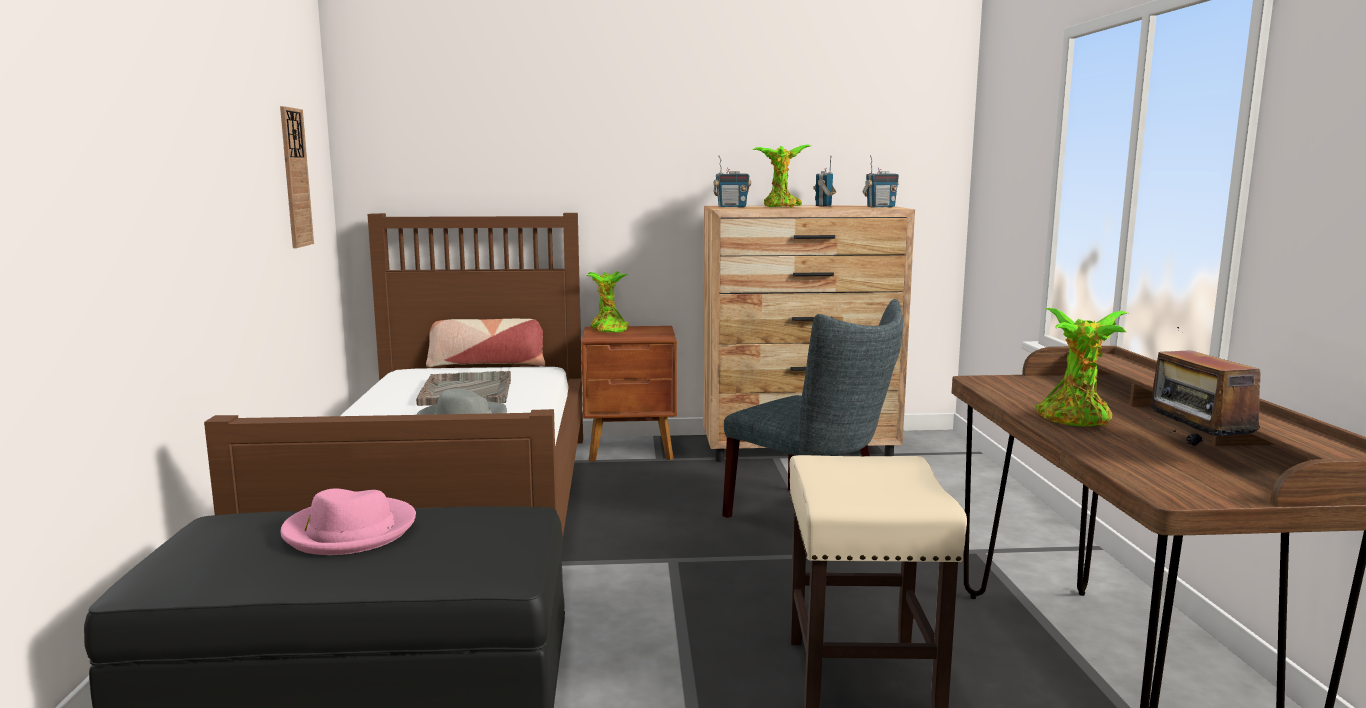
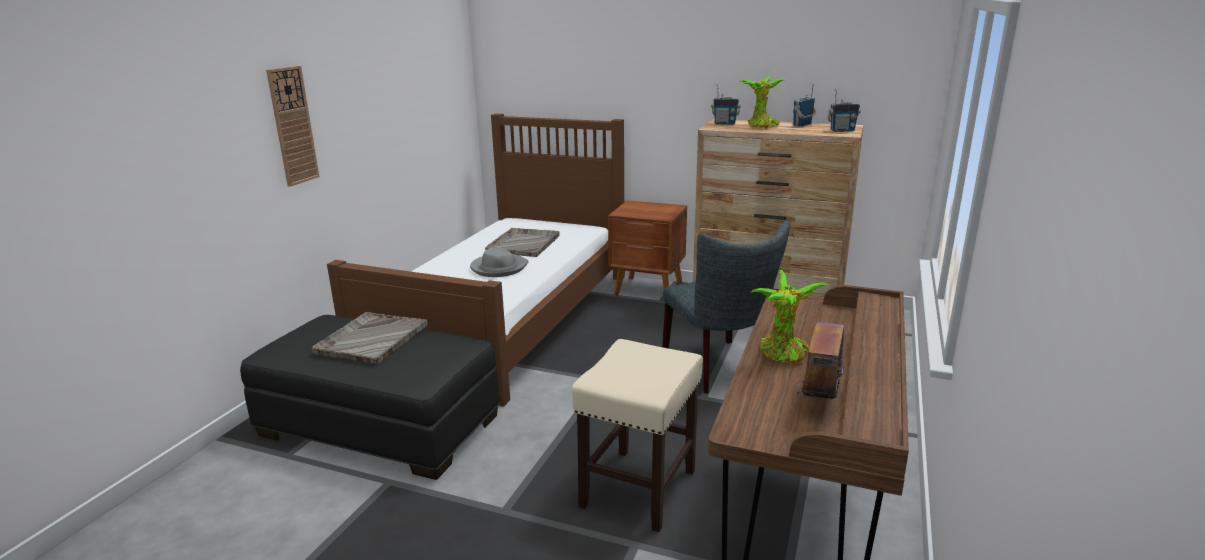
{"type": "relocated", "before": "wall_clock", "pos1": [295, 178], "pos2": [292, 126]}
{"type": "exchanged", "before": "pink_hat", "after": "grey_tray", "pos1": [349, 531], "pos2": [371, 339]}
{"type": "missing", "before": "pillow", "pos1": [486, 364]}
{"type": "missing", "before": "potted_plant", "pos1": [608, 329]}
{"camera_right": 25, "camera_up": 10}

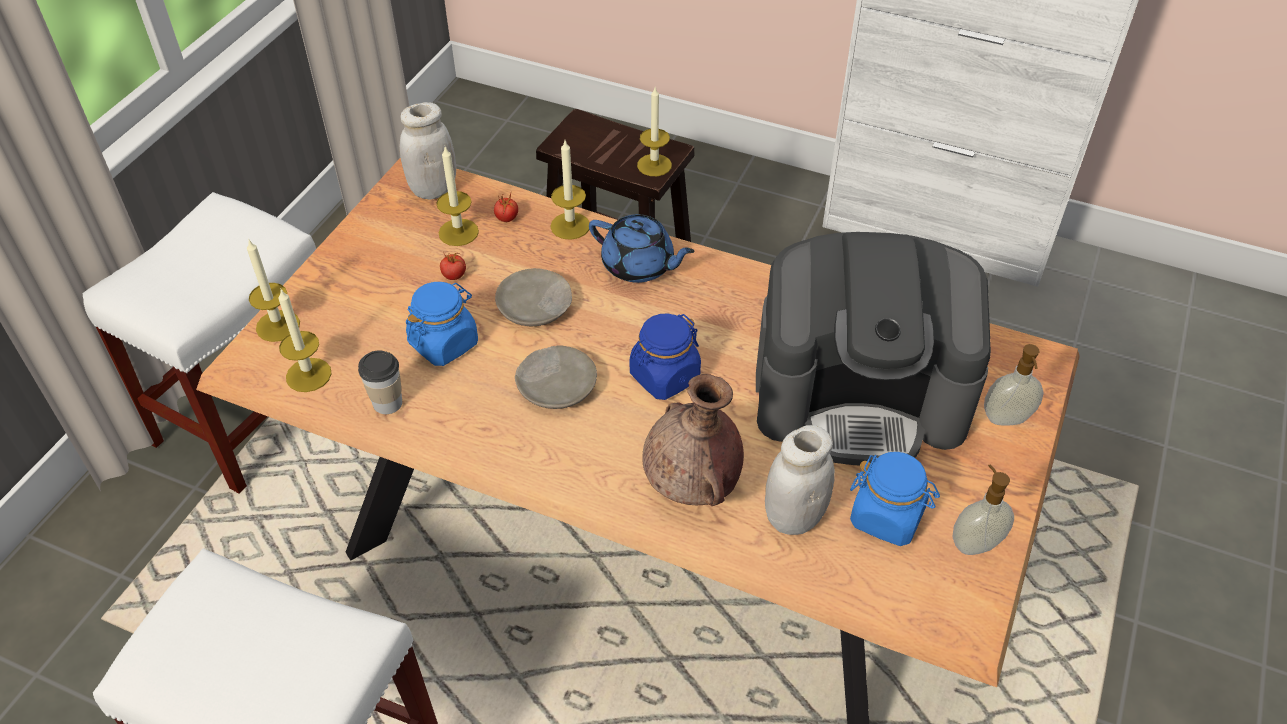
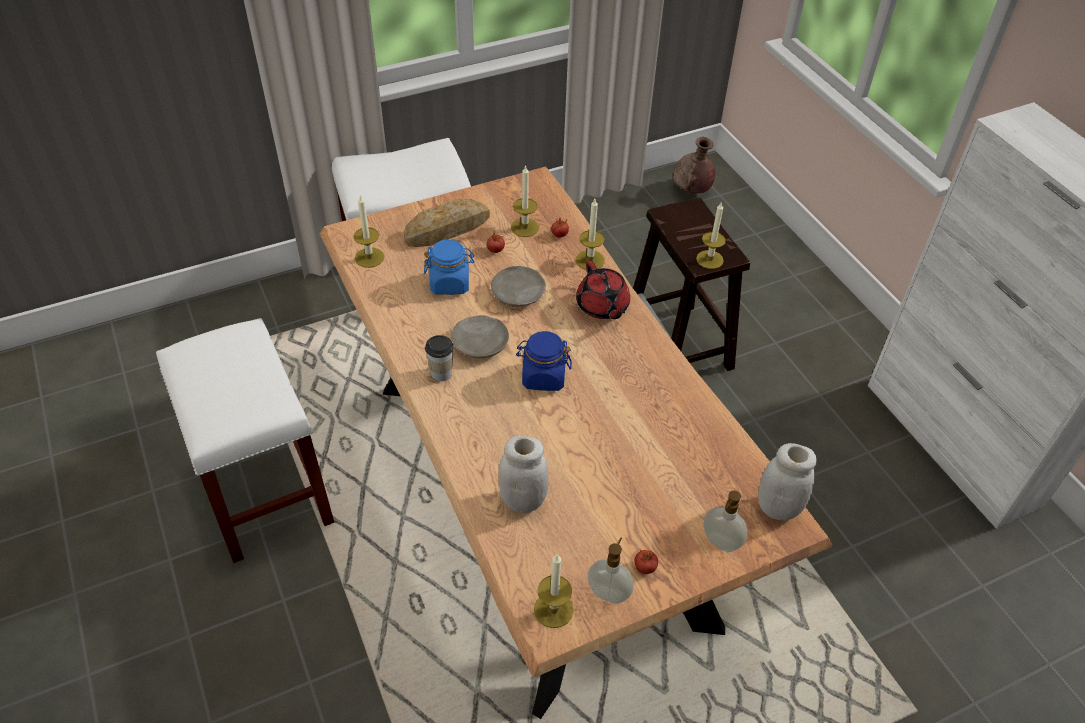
{"type": "relocated", "before": "candle", "pos1": [278, 326], "pos2": [553, 609]}
{"type": "relocated", "before": "cup", "pos1": [387, 403], "pos2": [441, 373]}
{"type": "relocated", "before": "white_jar", "pos1": [433, 189], "pos2": [778, 508]}
{"type": "colour", "before": "blue_teapot", "after": "red_teapot", "pos1": [639, 266], "pos2": [602, 307]}
{"type": "relocated", "before": "brown_vase", "pos1": [692, 486], "pos2": [691, 191]}
{"type": "missing", "before": "coffee_machine", "pos1": [860, 395]}
{"type": "missing", "before": "blue_jar", "pos1": [887, 517]}
{"type": "appeared", "after": "bread", "pos2": [447, 229]}
{"type": "appeared", "after": "tomato", "pos2": [645, 567]}
{"camera_right": 40, "camera_up": 0}

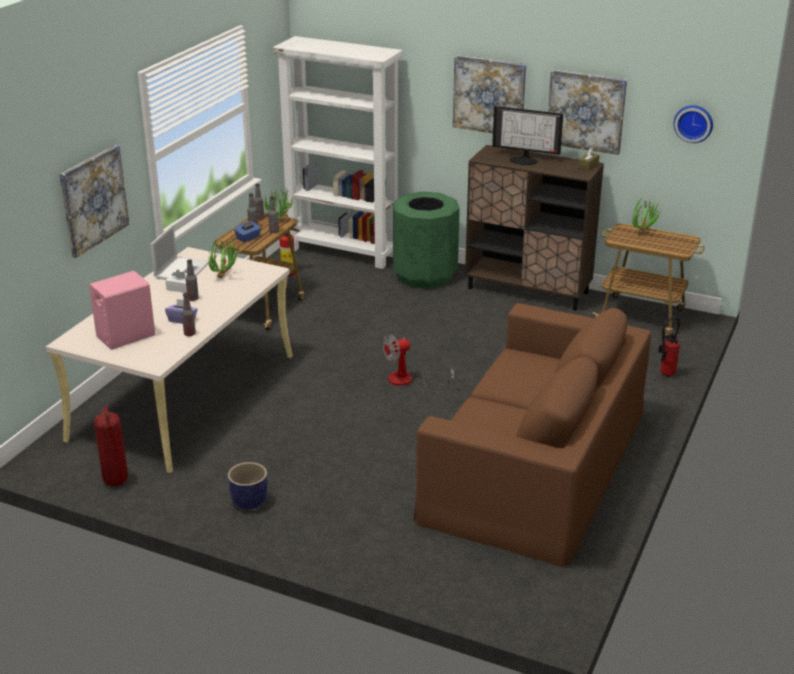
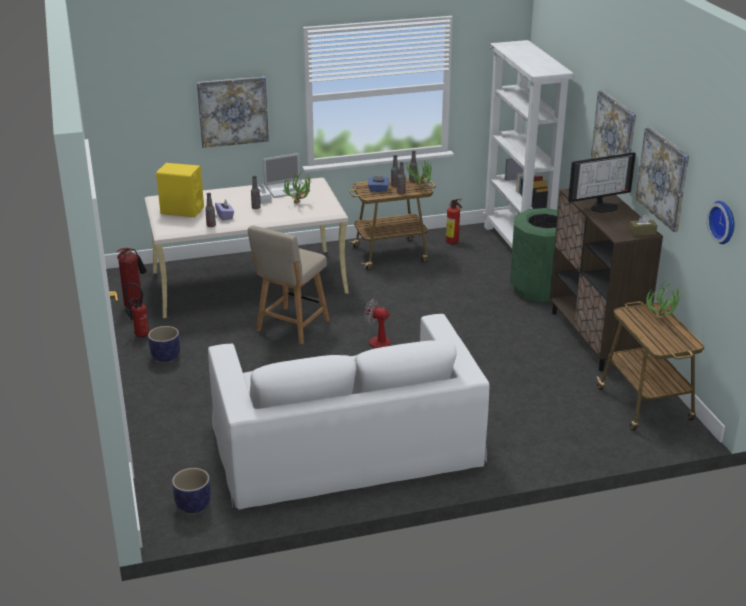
{"type": "colour", "before": "pink_speaker", "after": "yellow_speaker", "pos1": [125, 336], "pos2": [182, 210]}
{"type": "colour", "before": "brown_sofa", "after": "white_sofa", "pos1": [536, 465], "pos2": [346, 445]}
{"type": "spun", "before": "monitor", "pos1": [524, 160], "pos2": [603, 206], "turn": -90}
{"type": "relocated", "before": "fire_extinguisher", "pos1": [664, 374], "pos2": [140, 334]}
{"type": "appeared", "after": "planter", "pos2": [193, 505]}
{"type": "appeared", "after": "beige_chair", "pos2": [291, 327]}
{"camera_right": 50, "camera_up": 0}

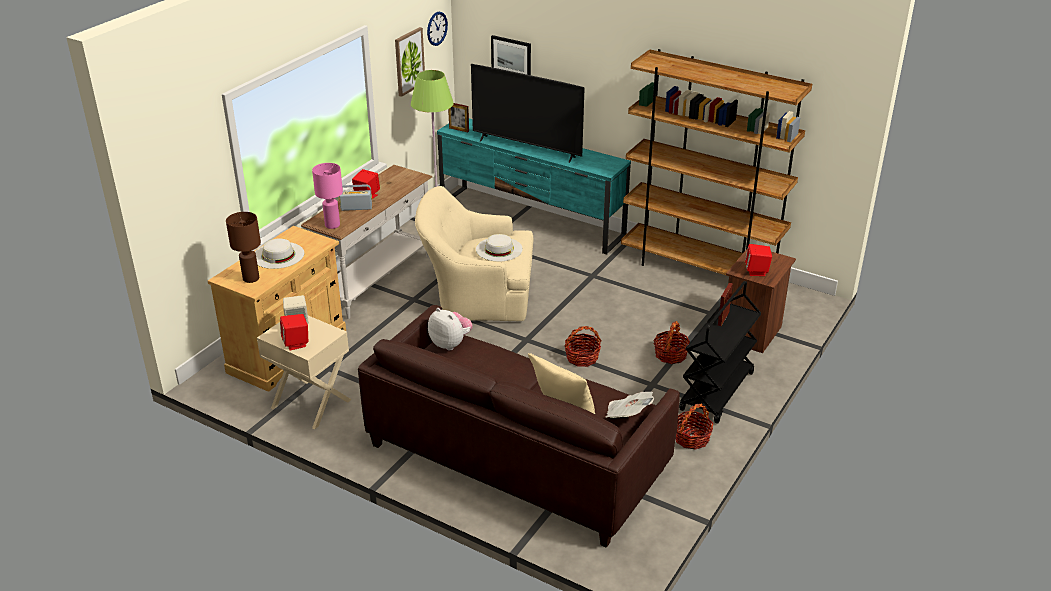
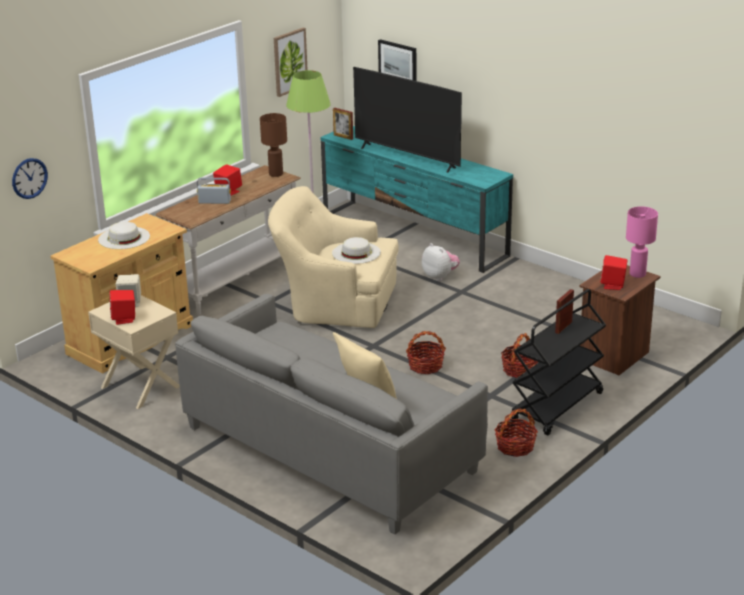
{"type": "relocated", "before": "brown_table_lamp", "pos1": [251, 278], "pos2": [276, 174]}
{"type": "relocated", "before": "pink_table_lamp", "pos1": [332, 225], "pos2": [637, 274]}
{"type": "colour", "before": "brown_sofa", "after": "grey_sofa", "pos1": [516, 456], "pos2": [330, 448]}
{"type": "relocated", "before": "wall_clock", "pos1": [437, 28], "pos2": [29, 178]}
{"type": "relocated", "before": "plush_toy", "pos1": [450, 344], "pos2": [440, 277]}
{"type": "missing", "before": "newspaper", "pos1": [628, 414]}
{"type": "missing", "before": "brown_bookcase", "pos1": [700, 270]}
{"camera_right": 10, "camera_up": -5}

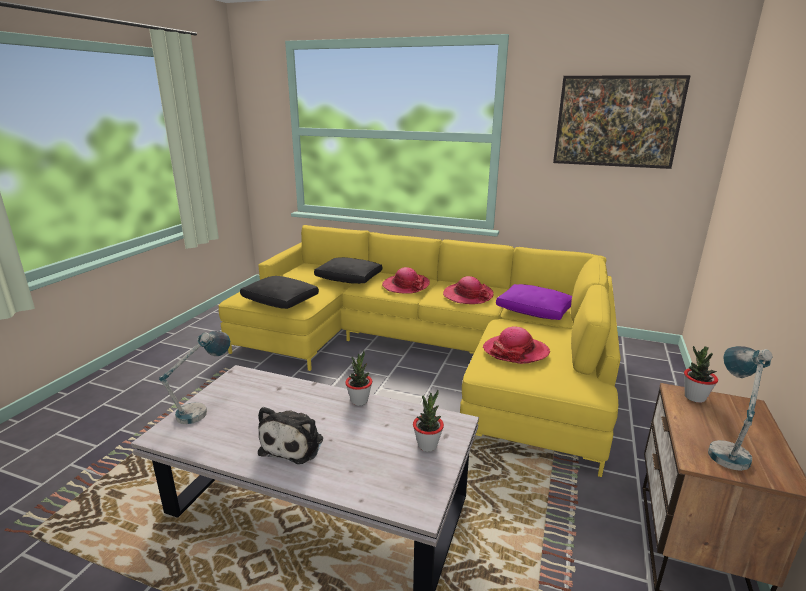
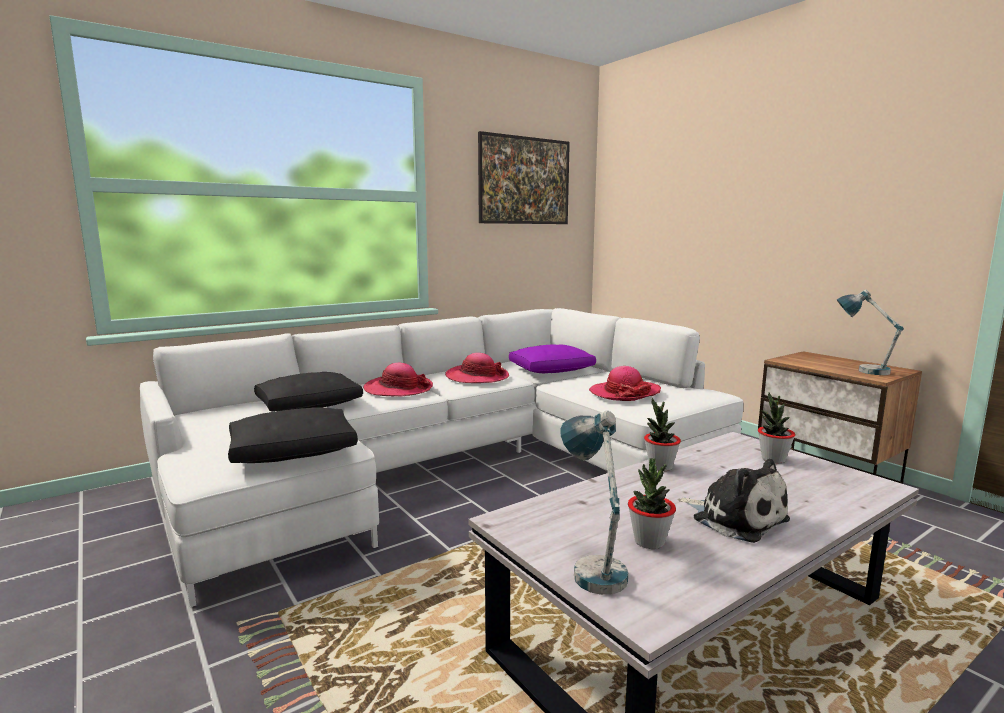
{"type": "colour", "before": "yellow_sofa", "after": "white_sofa", "pos1": [429, 352], "pos2": [455, 465]}
{"type": "relocated", "before": "potted_plant", "pos1": [694, 397], "pos2": [649, 542]}
{"camera_right": -55, "camera_up": -10}

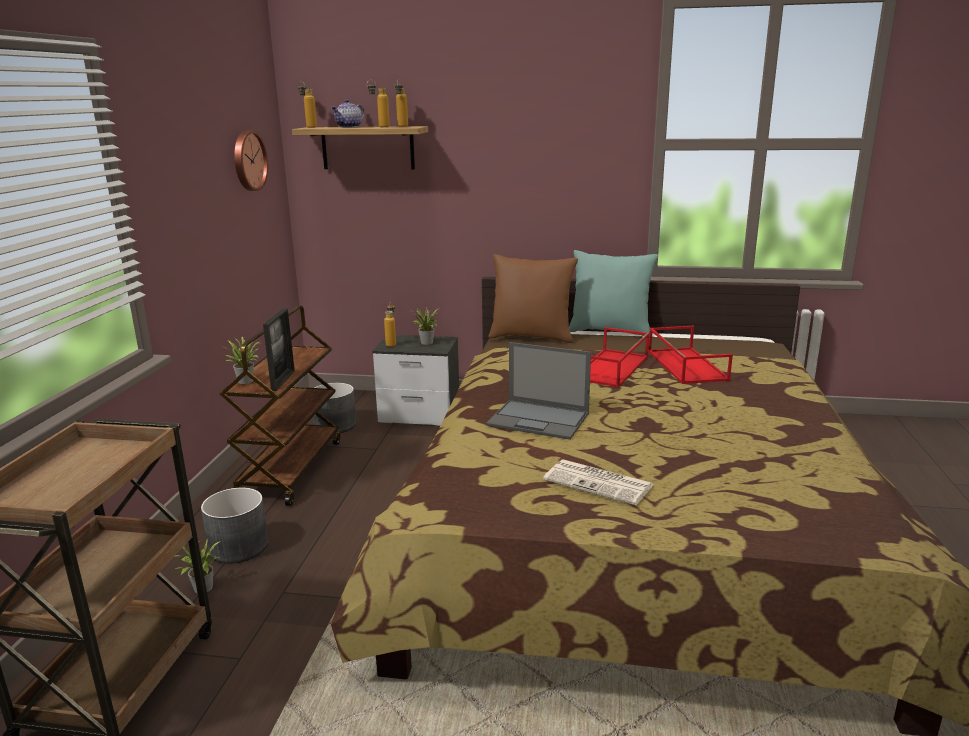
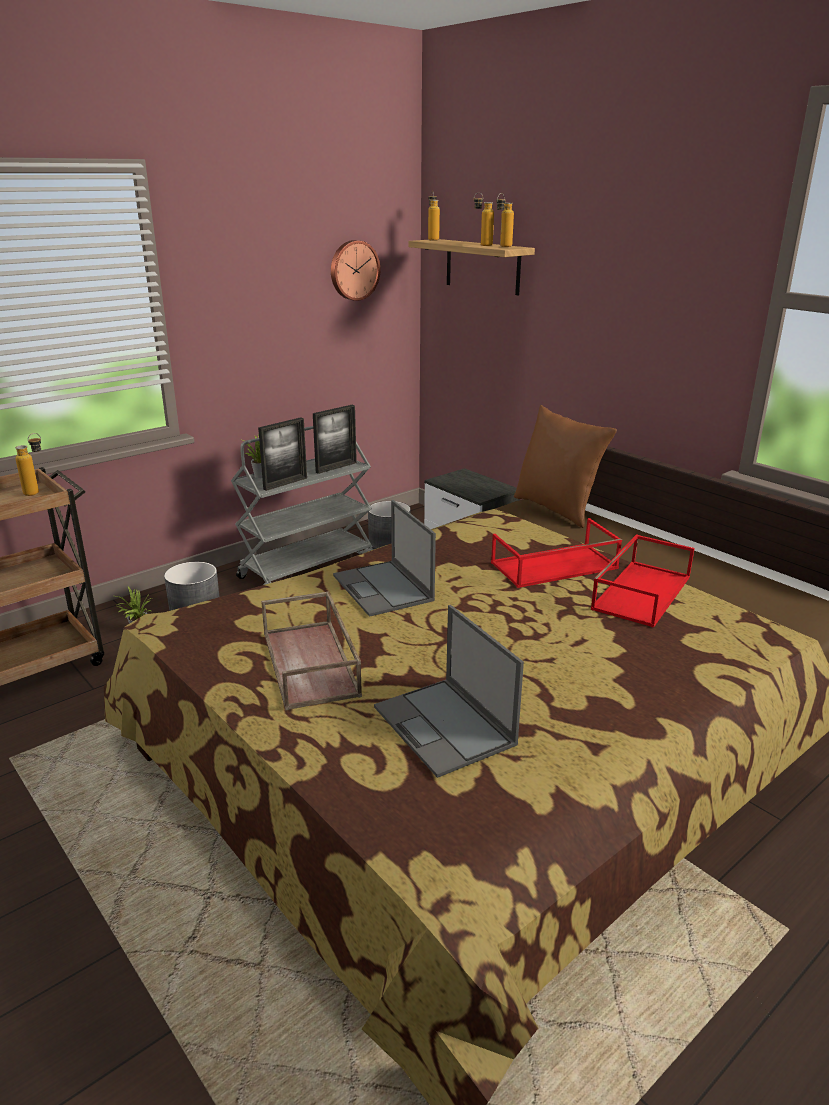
{"type": "colour", "before": "brown_cart", "after": "grey_cart", "pos1": [290, 469], "pos2": [307, 568]}
{"type": "missing", "before": "teapot", "pos1": [349, 127]}
{"type": "relocated", "before": "bottle", "pos1": [391, 344], "pos2": [37, 492]}
{"type": "missing", "before": "potted_plant", "pos1": [426, 343]}
{"type": "exchanged", "before": "newspaper", "after": "brown_tray", "pos1": [600, 483], "pos2": [312, 663]}
{"type": "missing", "before": "turquoise_pillow", "pos1": [610, 331]}
{"type": "appeared", "after": "picture_frame", "pos2": [336, 467]}
{"type": "appeared", "after": "laptop", "pos2": [445, 726]}
{"camera_right": 40, "camera_up": 5}

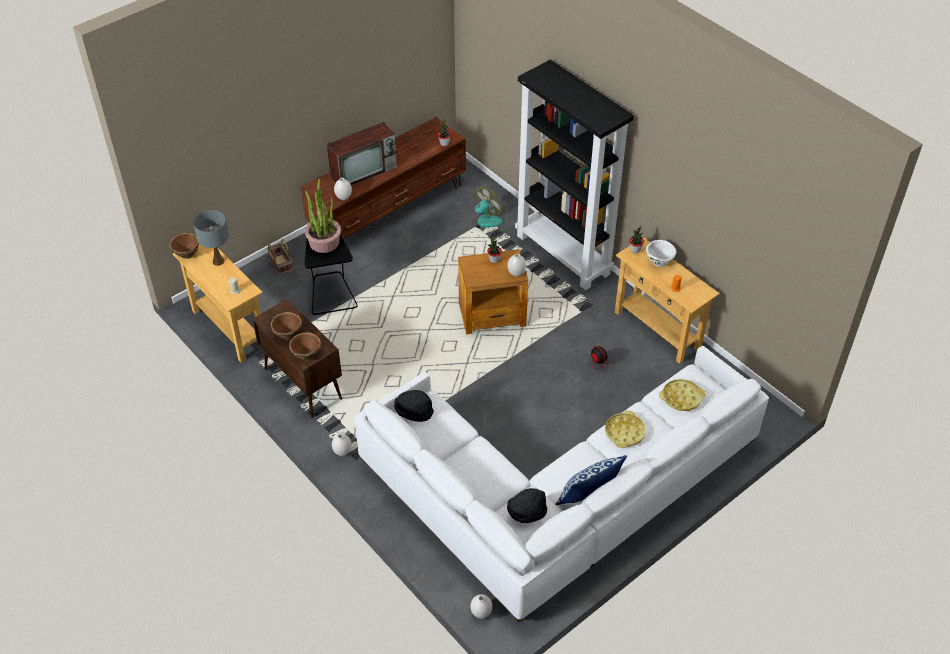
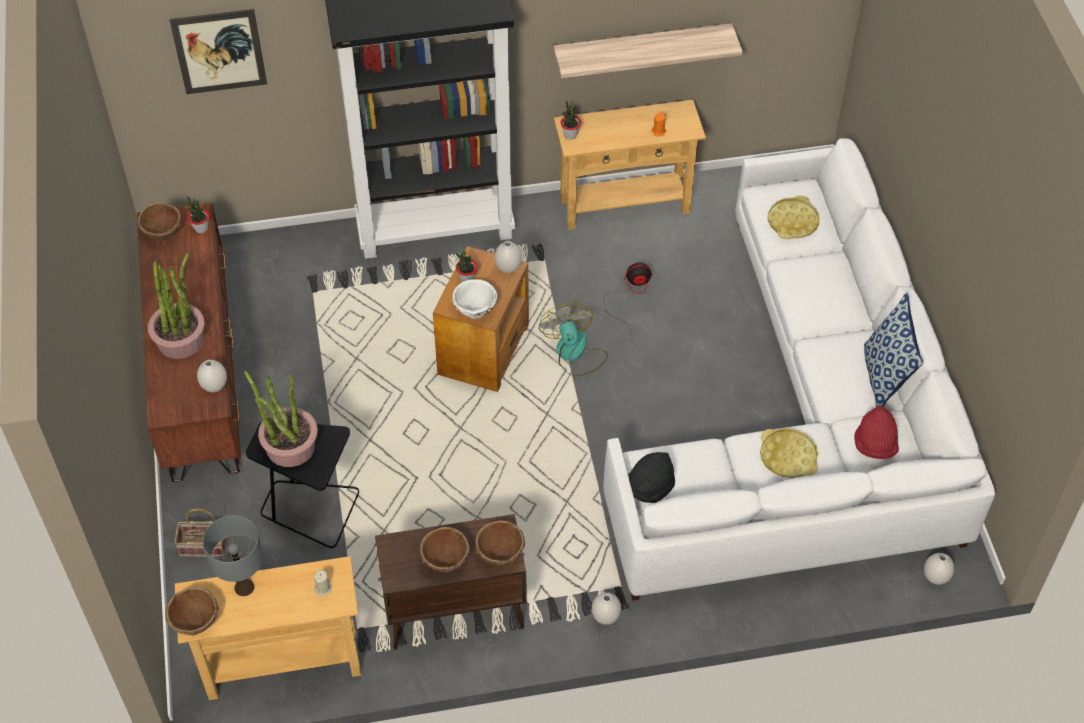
{"type": "exchanged", "before": "television", "after": "potted_plant", "pos1": [364, 171], "pos2": [180, 340]}
{"type": "relocated", "before": "fan", "pos1": [484, 225], "pos2": [574, 353]}
{"type": "colour", "before": "black_hat", "after": "red_hat", "pos1": [526, 512], "pos2": [875, 445]}
{"type": "relocated", "before": "yellow_tray", "pos1": [624, 432], "pos2": [788, 457]}
{"type": "relocated", "before": "white_bowl", "pos1": [659, 261], "pos2": [475, 310]}
{"type": "appeared", "after": "brown_bowl", "pos2": [163, 233]}
{"type": "appeared", "after": "picture", "pos2": [219, 51]}
{"type": "appeared", "after": "shelf", "pos2": [642, 49]}
{"camera_right": -60, "camera_up": 5}

